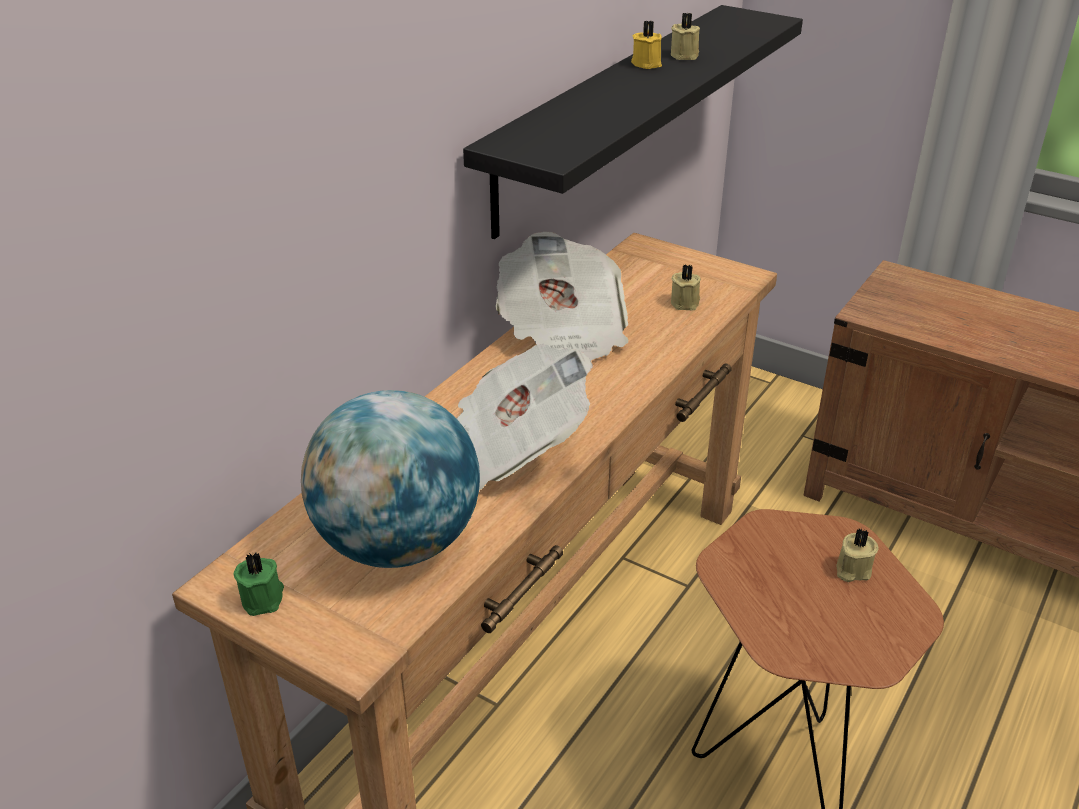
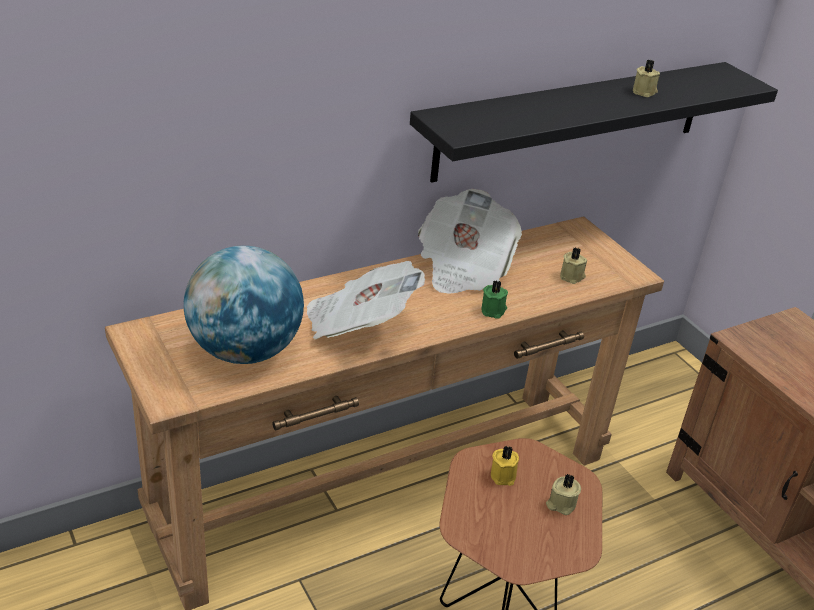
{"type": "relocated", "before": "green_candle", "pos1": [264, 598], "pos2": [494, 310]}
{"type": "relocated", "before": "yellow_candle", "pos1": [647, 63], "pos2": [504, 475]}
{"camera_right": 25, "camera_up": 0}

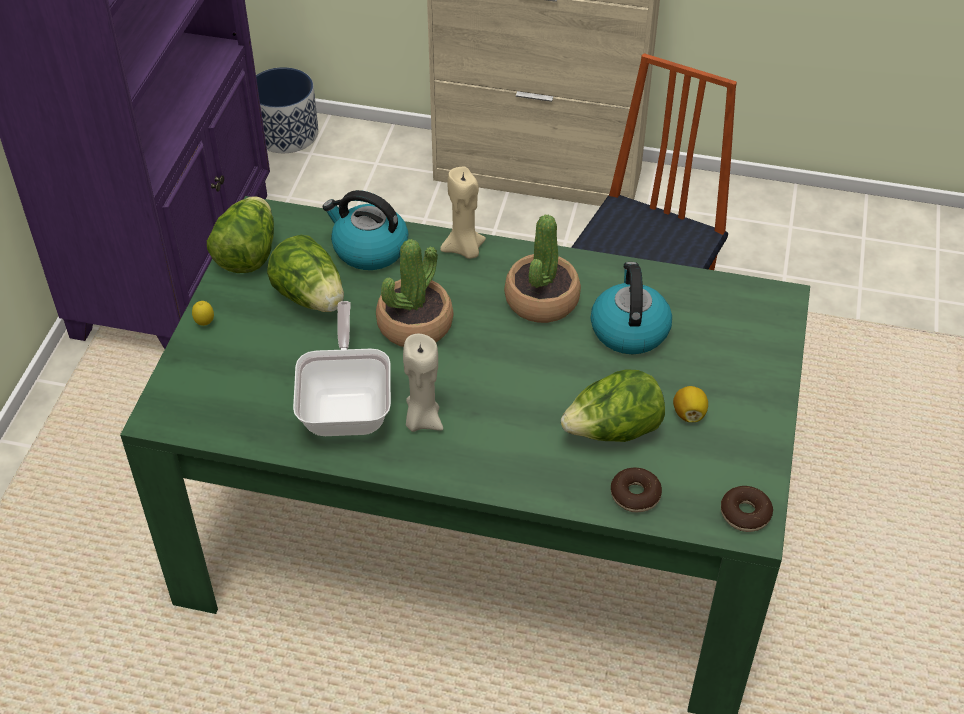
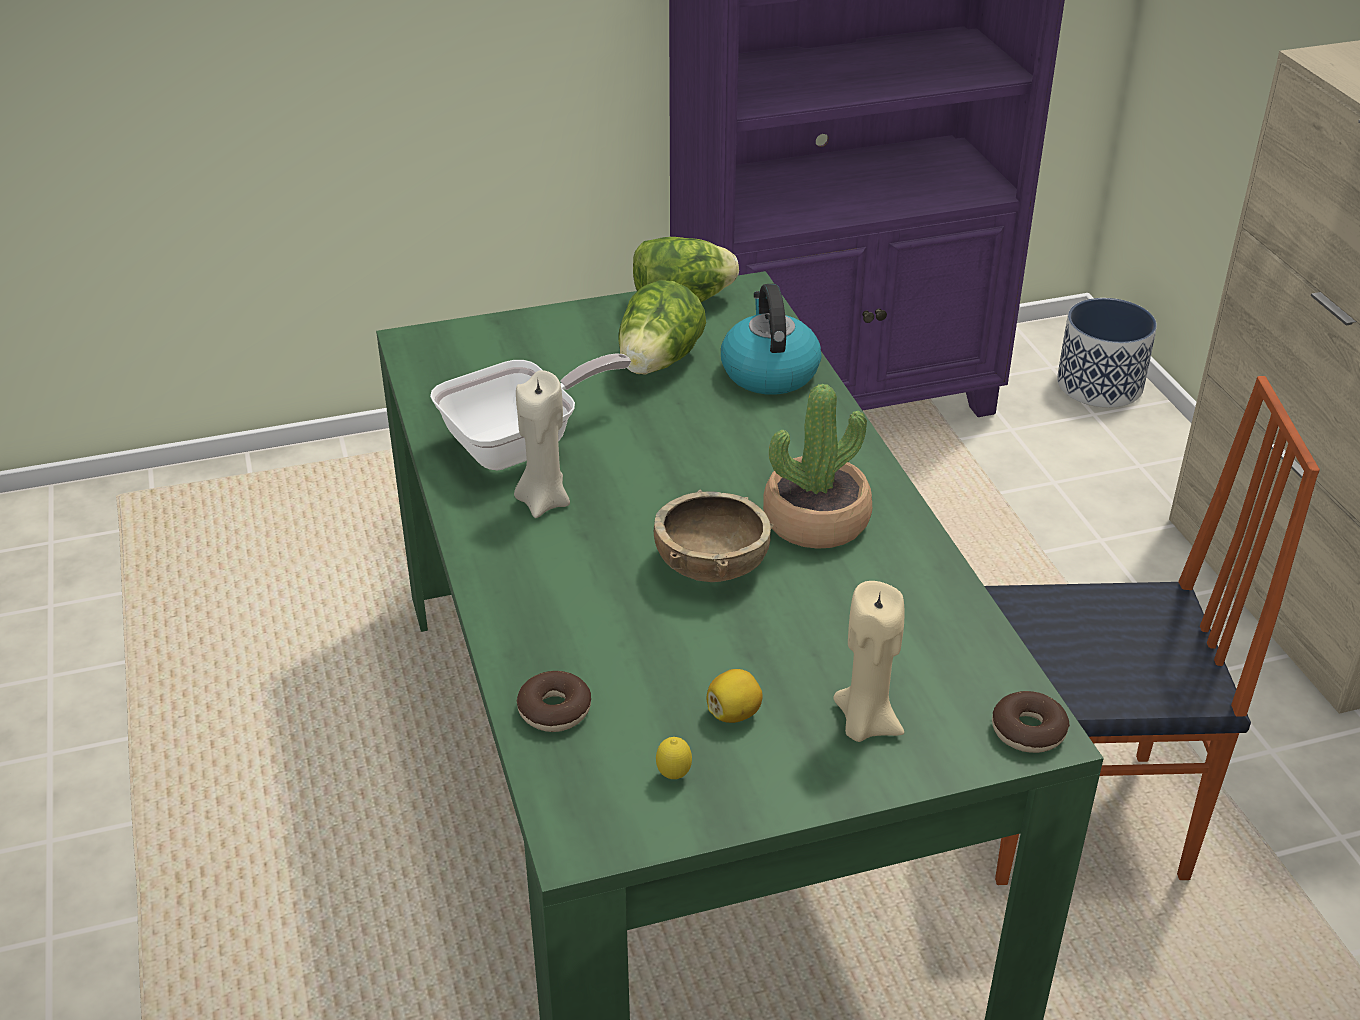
{"type": "relocated", "before": "lemon", "pos1": [205, 324], "pos2": [673, 776]}
{"type": "missing", "before": "potted_plant", "pos1": [415, 324]}
{"type": "relocated", "before": "beige_candle", "pos1": [464, 249], "pos2": [865, 724]}
{"type": "missing", "before": "lettuce", "pos1": [613, 432]}
{"type": "missing", "before": "kettle", "pos1": [629, 329]}
{"type": "relocated", "before": "donut", "pos1": [745, 514], "pos2": [1028, 731]}
{"type": "appeared", "after": "brown_bowl", "pos2": [711, 565]}
{"camera_right": 60, "camera_up": -10}

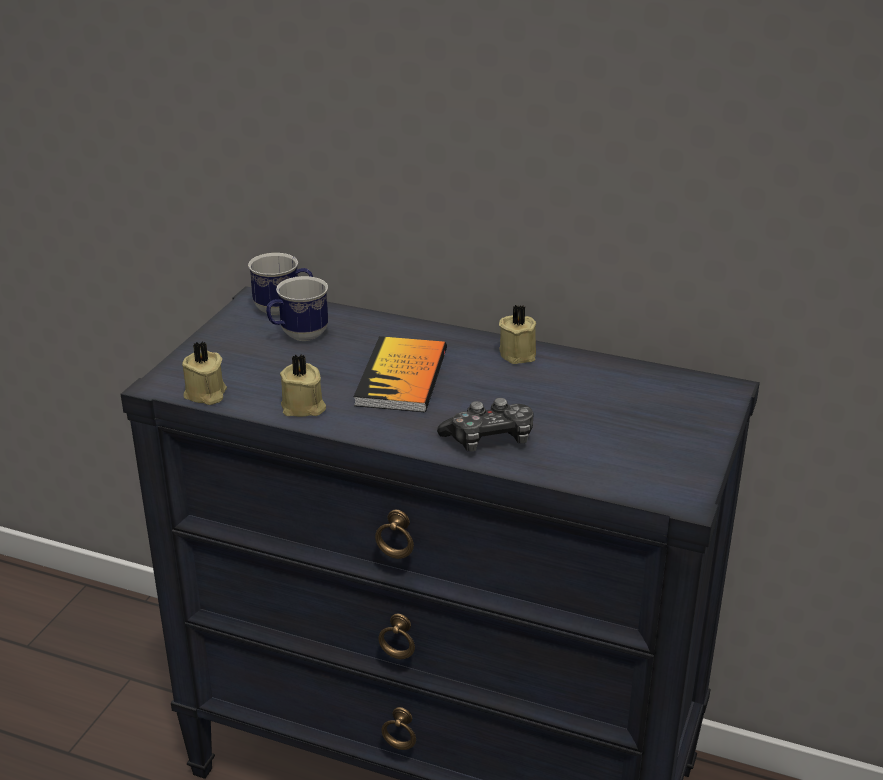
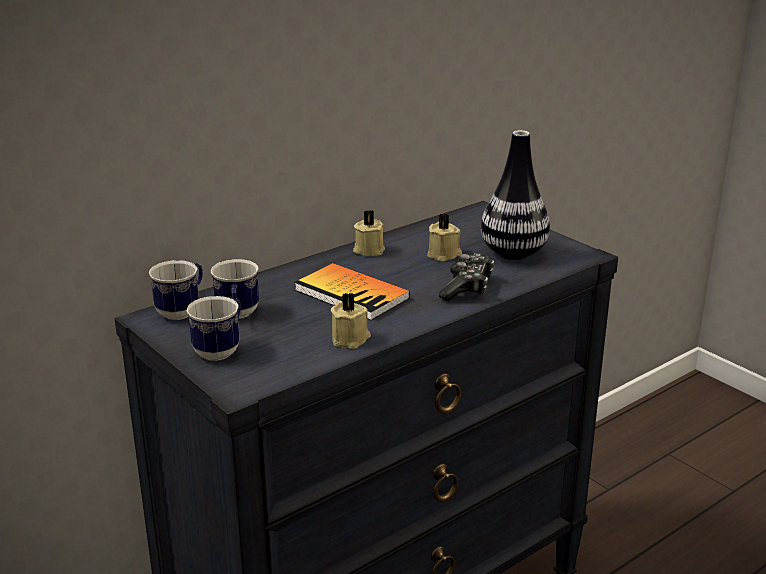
{"type": "relocated", "before": "beige_candle", "pos1": [205, 394], "pos2": [444, 254]}
{"type": "appeared", "after": "mug", "pos2": [221, 350]}
{"type": "appeared", "after": "vase", "pos2": [513, 254]}
{"camera_right": -60, "camera_up": -5}

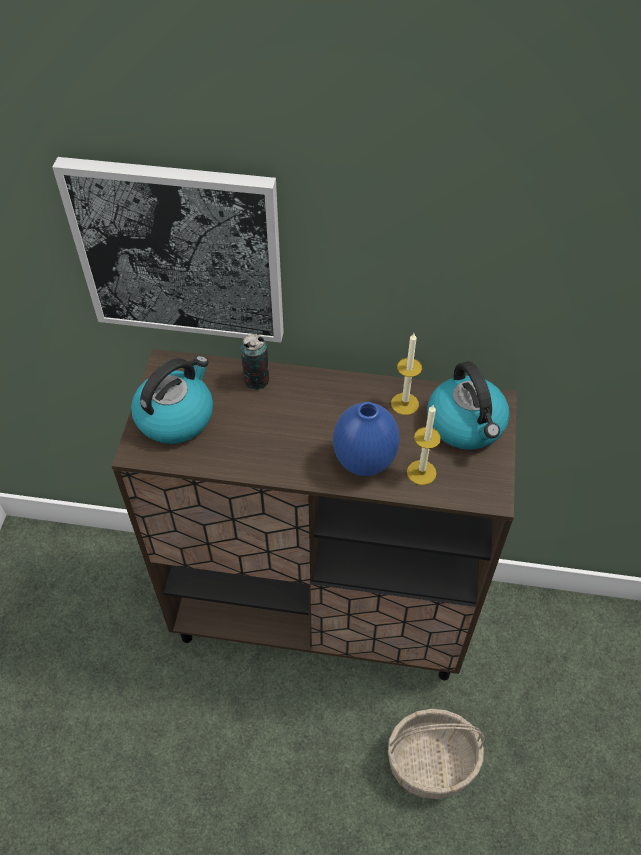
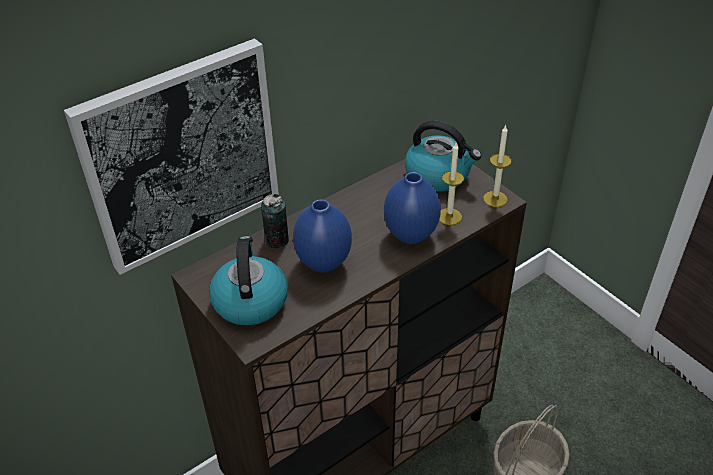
{"type": "relocated", "before": "candle", "pos1": [404, 404], "pos2": [495, 199]}
{"type": "appeared", "after": "blue_vase", "pos2": [323, 264]}
{"camera_right": -45, "camera_up": -10}

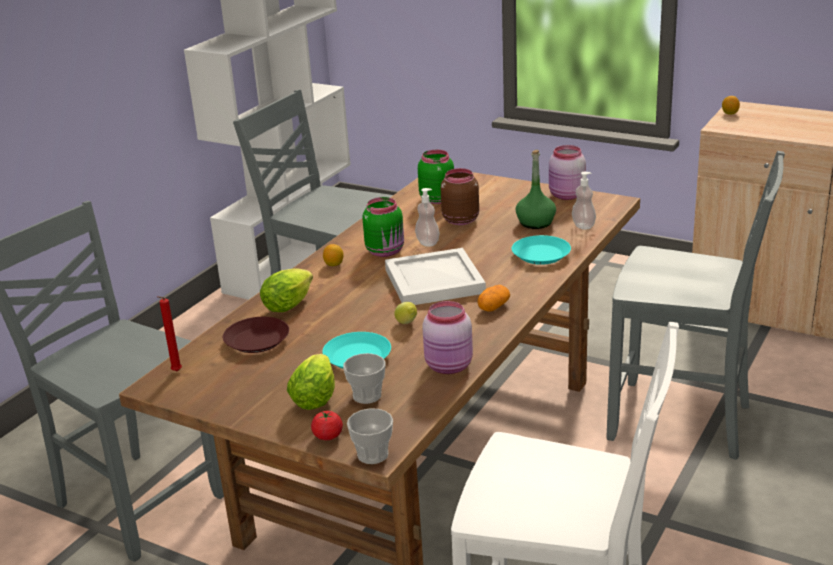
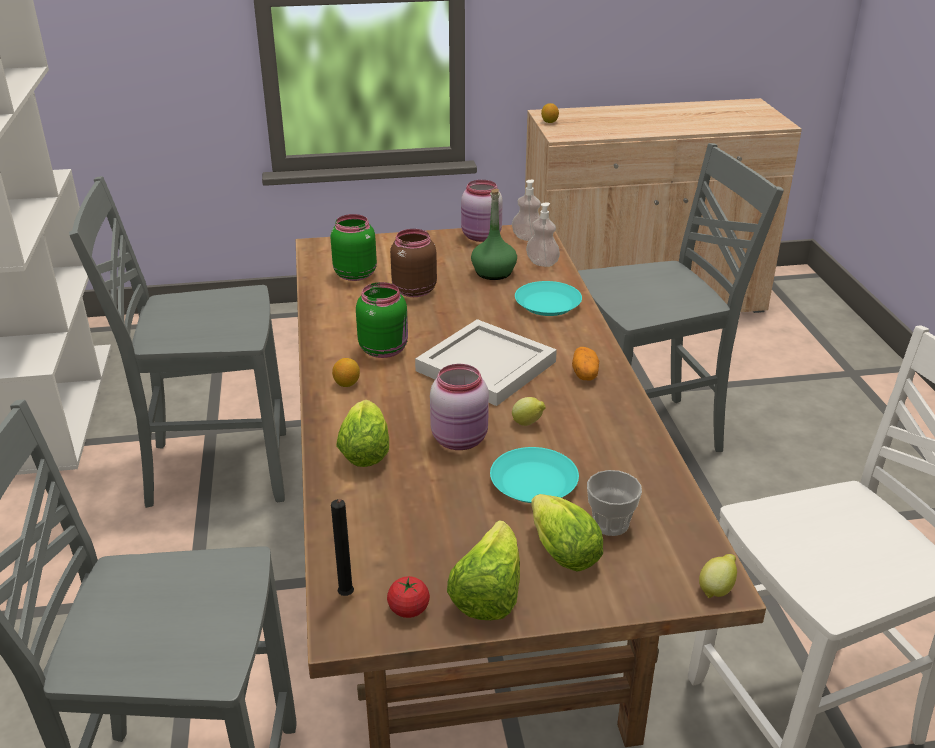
{"type": "colour", "before": "red_candle", "after": "black_candle", "pos1": [175, 372], "pos2": [346, 597]}
{"type": "missing", "before": "brown_plate", "pos1": [256, 341]}
{"type": "relocated", "before": "tomato", "pos1": [328, 436], "pos2": [408, 609]}
{"type": "exchanged", "before": "cup", "after": "lemon", "pos1": [372, 455], "pos2": [716, 589]}
{"type": "relocated", "before": "soap_dispenser", "pos1": [427, 243], "pos2": [527, 238]}
{"type": "relocated", "before": "pink_jar", "pos1": [449, 366], "pos2": [461, 439]}
{"type": "appeared", "after": "lettuce", "pos2": [488, 594]}
{"camera_right": -40, "camera_up": 5}

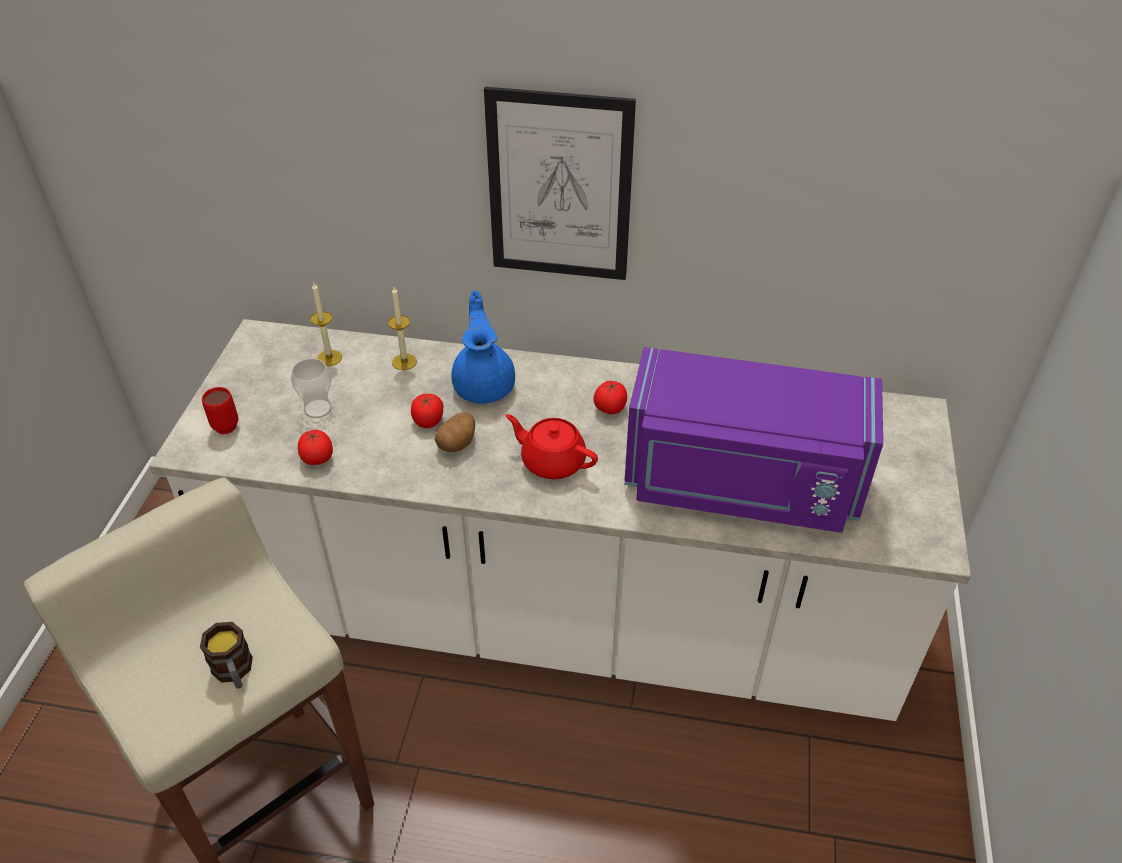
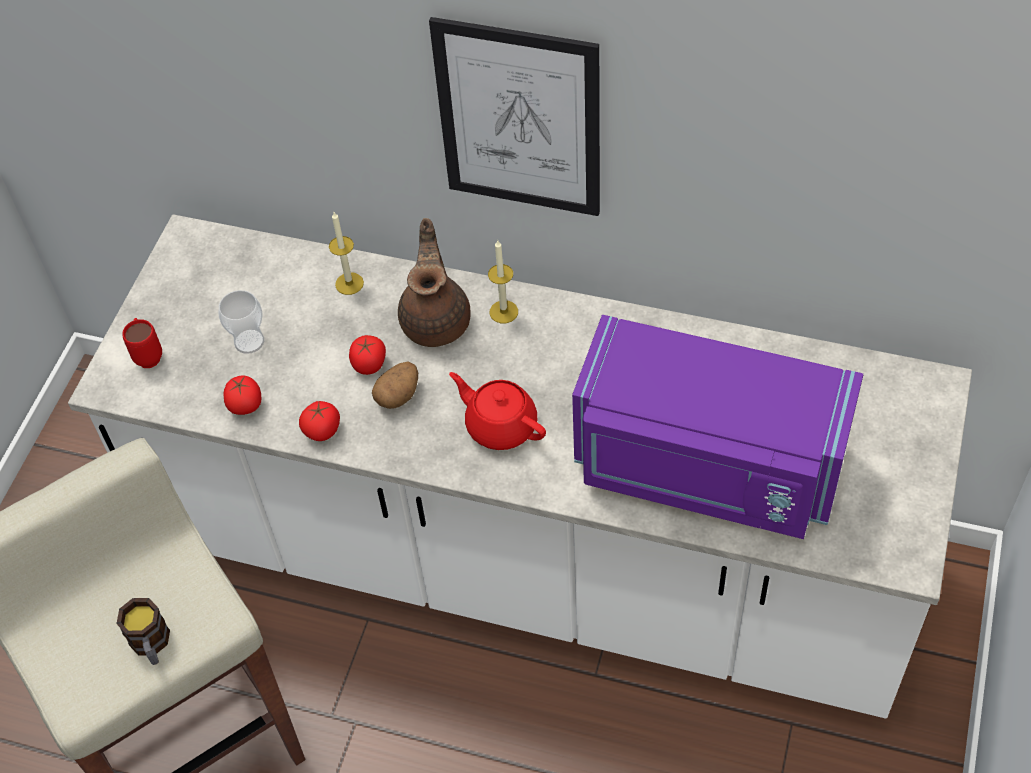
{"type": "relocated", "before": "candle", "pos1": [329, 358], "pos2": [503, 312]}
{"type": "colour", "before": "blue_teapot", "after": "brown_teapot", "pos1": [484, 385], "pos2": [437, 320]}
{"type": "relocated", "before": "tomato", "pos1": [610, 408], "pos2": [322, 430]}
{"camera_right": 10, "camera_up": 10}

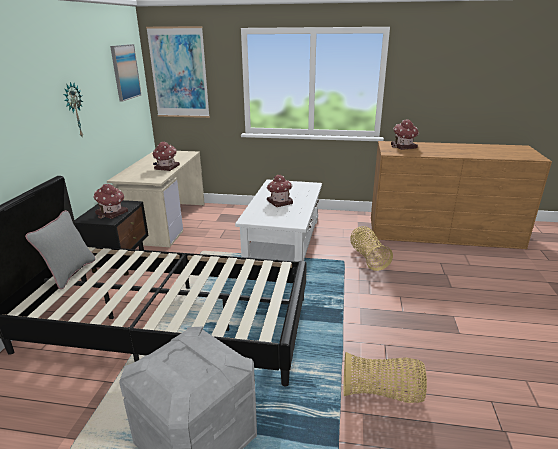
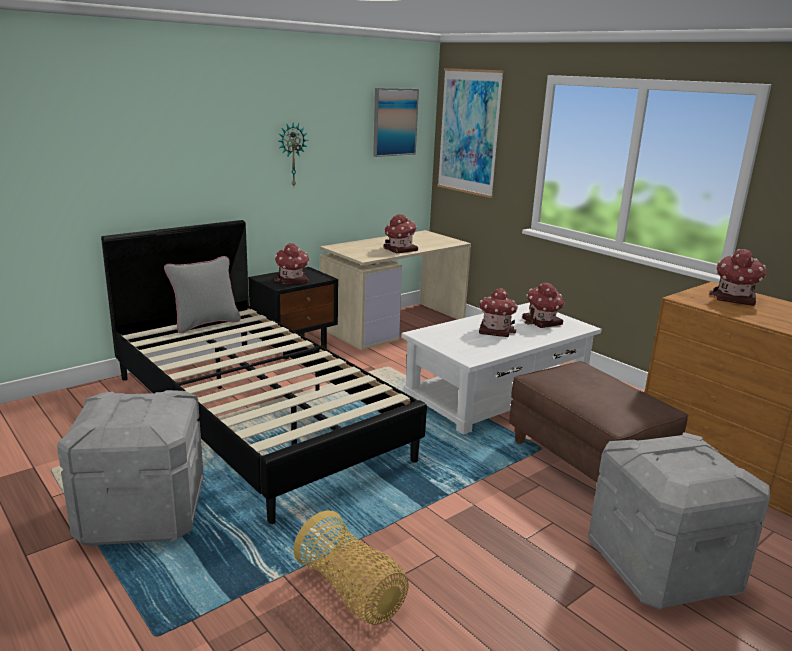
{"type": "exchanged", "before": "basket", "after": "brown_ottoman", "pos1": [368, 258], "pos2": [586, 460]}
{"type": "appeared", "after": "toy_house", "pos2": [542, 322]}
{"type": "appeared", "after": "grey_storage_box", "pos2": [661, 568]}
{"camera_right": 40, "camera_up": -5}

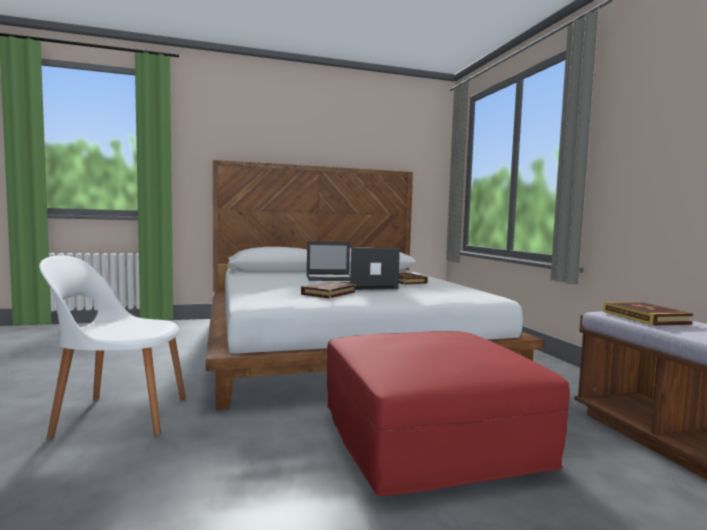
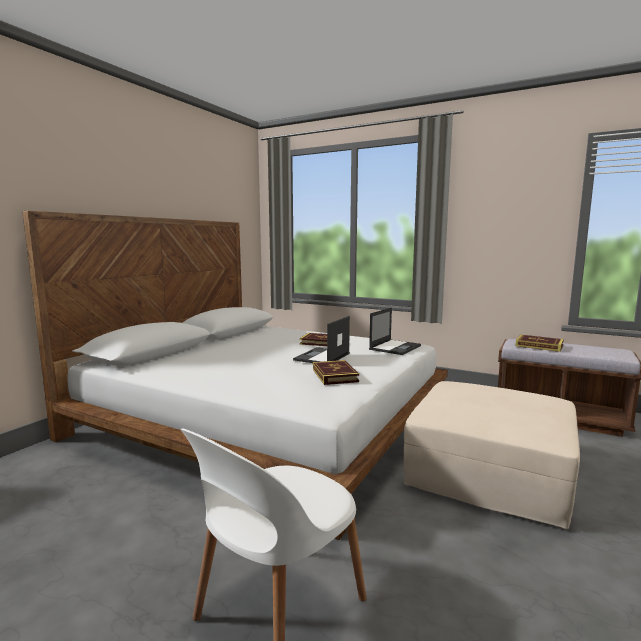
{"type": "relocated", "before": "laptop", "pos1": [330, 278], "pos2": [395, 347]}
{"type": "colour", "before": "red_ottoman", "after": "beige_ottoman", "pos1": [429, 435], "pos2": [488, 470]}
{"camera_right": -45, "camera_up": 5}

